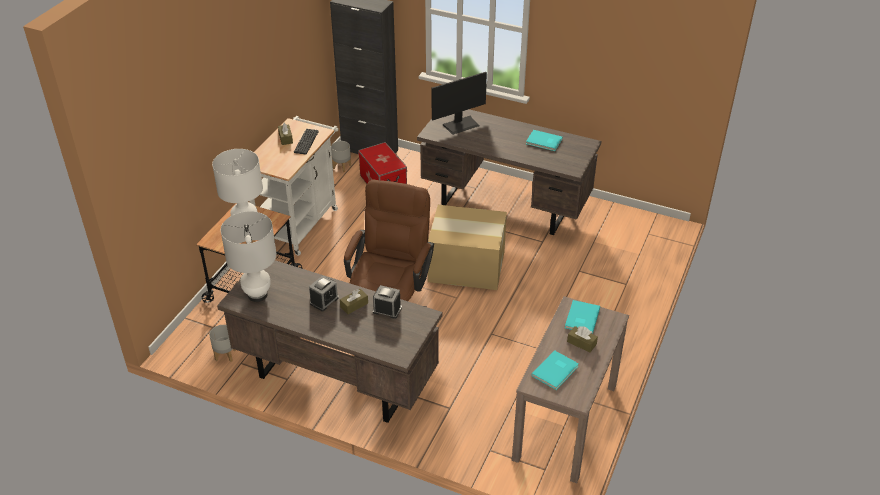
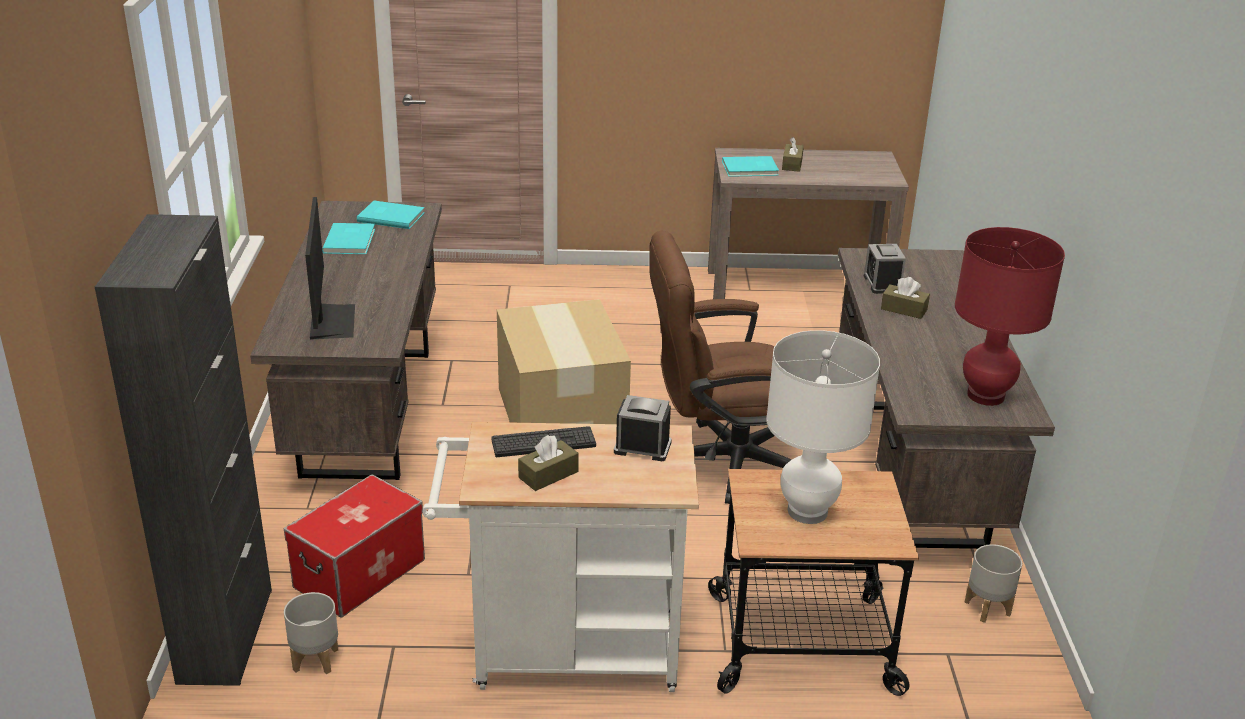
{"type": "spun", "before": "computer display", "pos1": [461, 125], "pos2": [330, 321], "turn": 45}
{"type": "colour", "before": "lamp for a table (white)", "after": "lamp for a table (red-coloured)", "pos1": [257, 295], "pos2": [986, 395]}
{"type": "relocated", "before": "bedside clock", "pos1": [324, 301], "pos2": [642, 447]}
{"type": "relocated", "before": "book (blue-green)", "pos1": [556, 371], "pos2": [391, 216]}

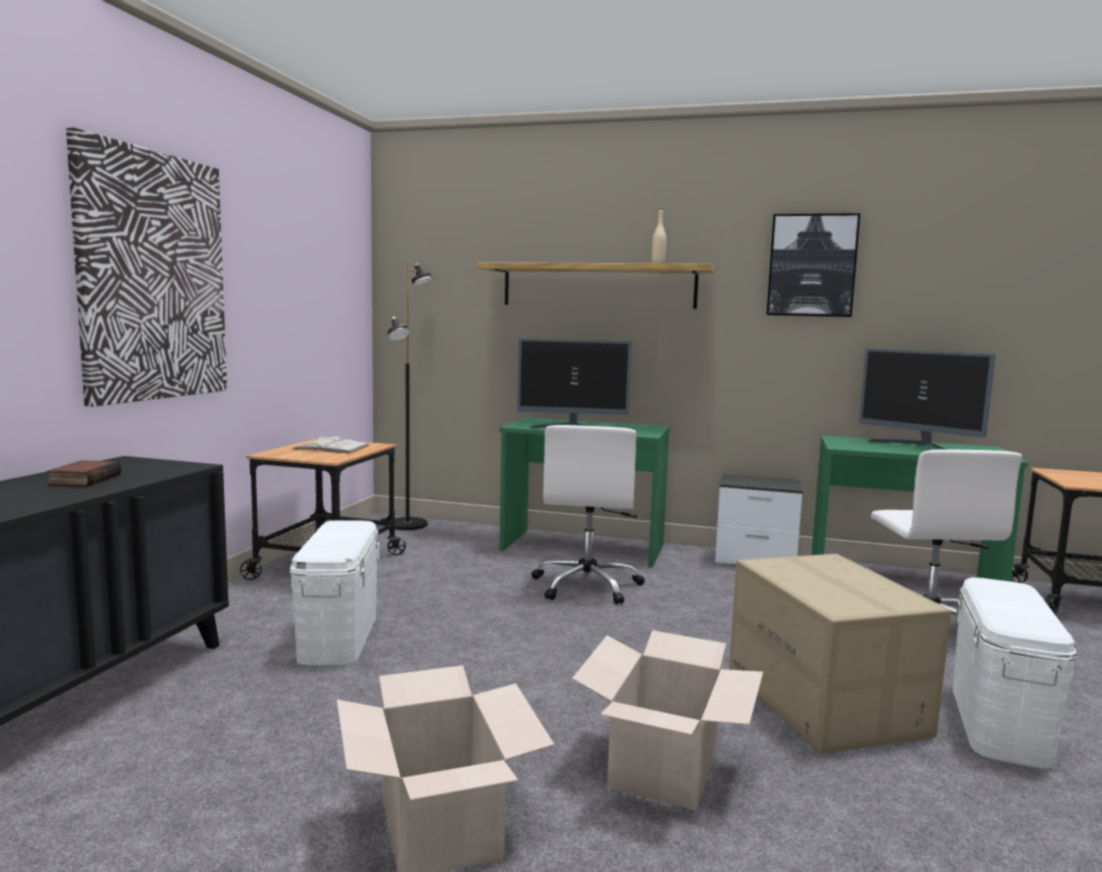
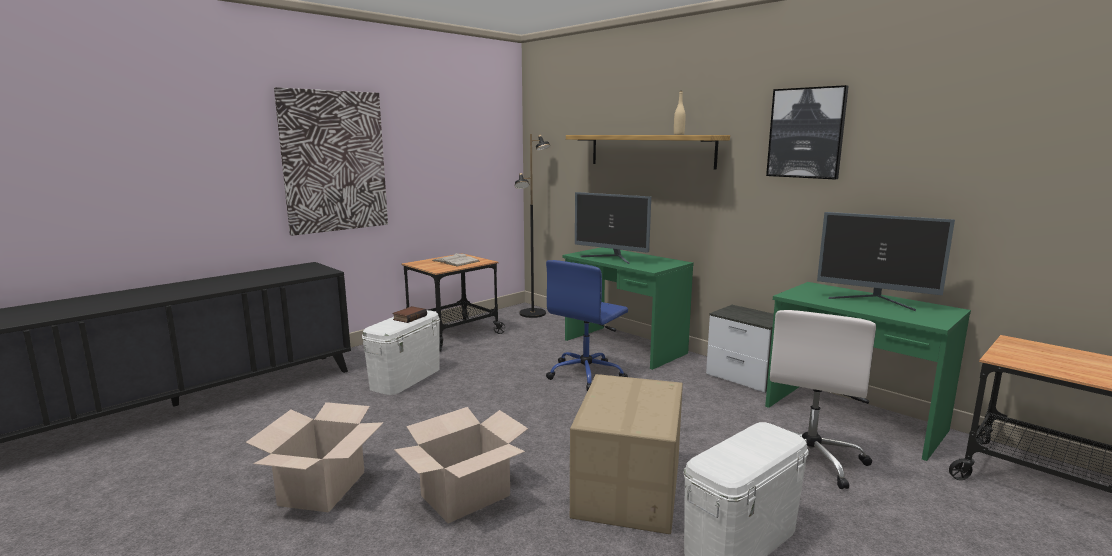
{"type": "spun", "before": "computer display", "pos1": [918, 446], "pos2": [875, 301], "turn": -45}
{"type": "colour", "before": "desk chair (white)", "after": "desk chair (blue-coloured)", "pos1": [587, 586], "pos2": [586, 374]}
{"type": "relocated", "before": "book", "pos1": [84, 479], "pos2": [409, 317]}

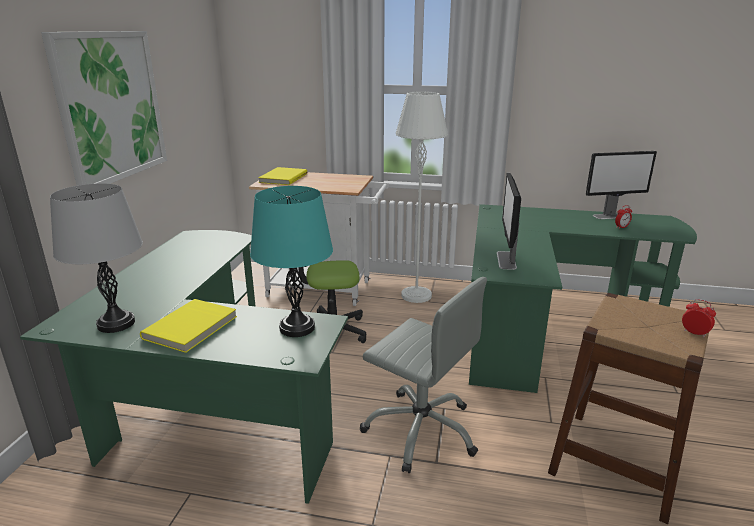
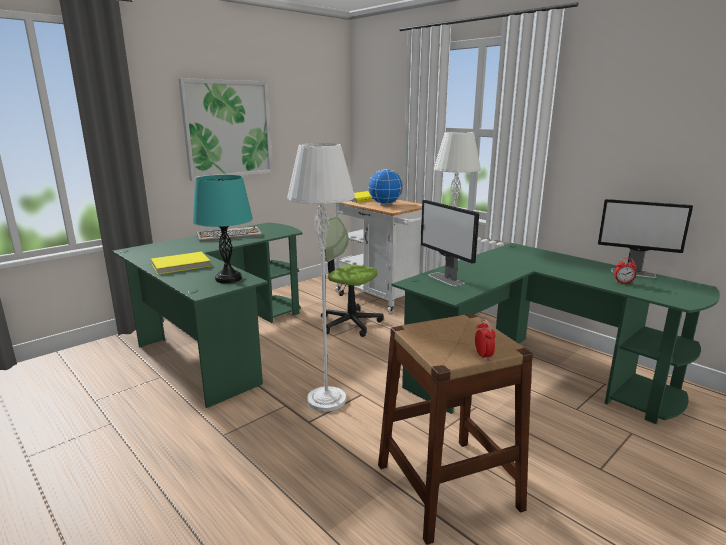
{"type": "spun", "before": "computer display", "pos1": [506, 260], "pos2": [446, 279], "turn": -75}
{"type": "missing", "before": "lamp for a table (greyish)", "pos1": [116, 323]}
{"type": "exchanged", "before": "desk chair (greyish)", "after": "floor lamp (white)", "pos1": [421, 430], "pos2": [326, 400]}
{"type": "appeared", "after": "globe", "pos2": [385, 204]}
{"type": "appeared", "after": "keyboard", "pos2": [230, 235]}

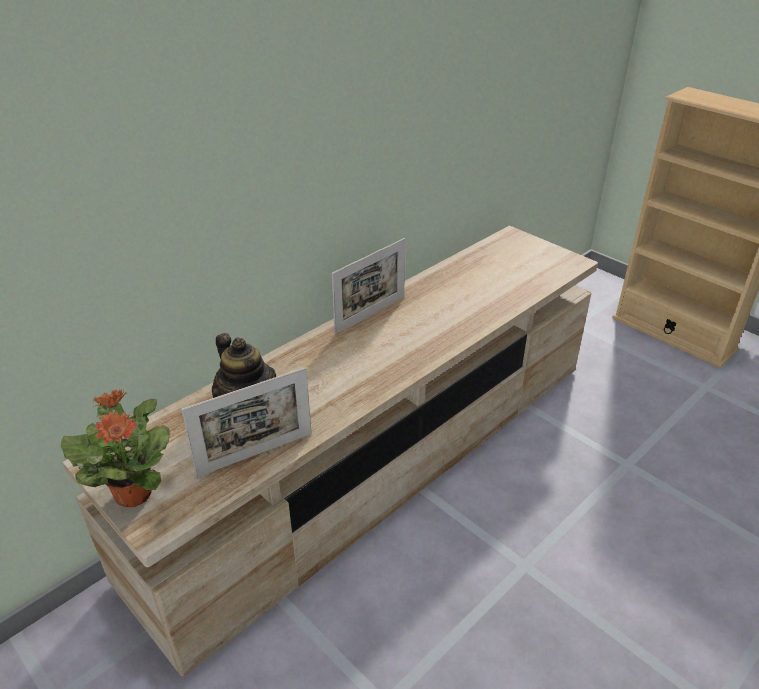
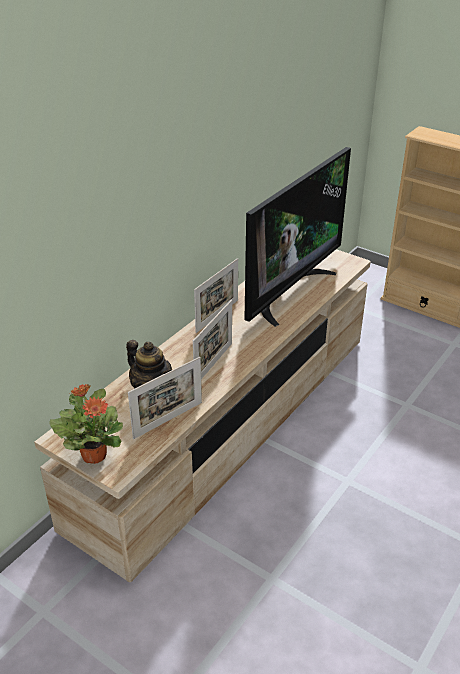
{"type": "appeared", "after": "TV set", "pos2": [288, 292]}
{"type": "appeared", "after": "photo frame", "pos2": [213, 364]}

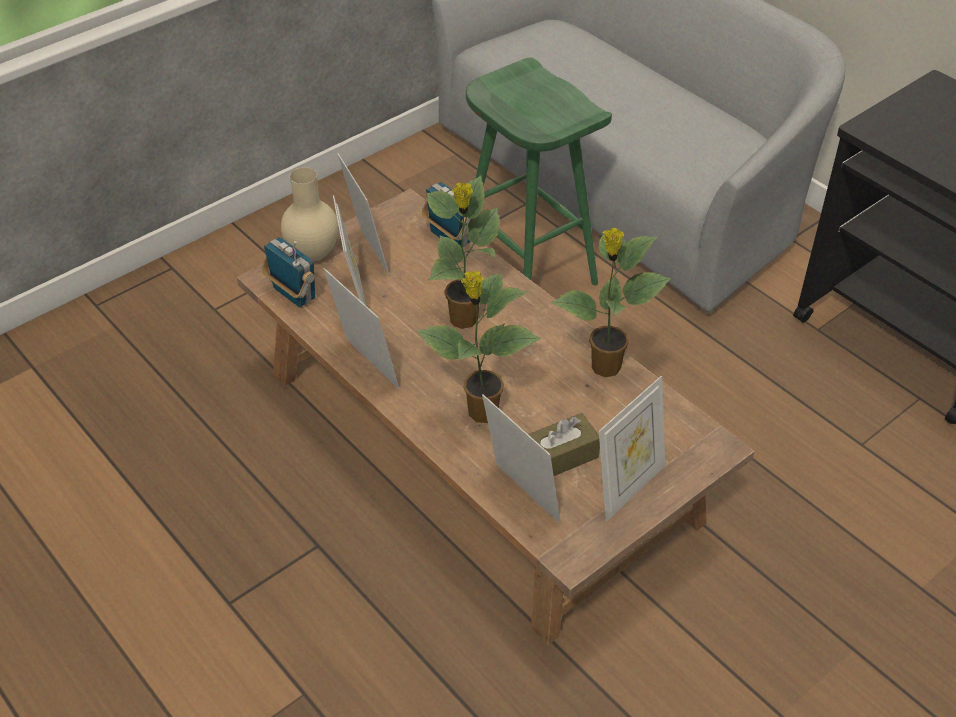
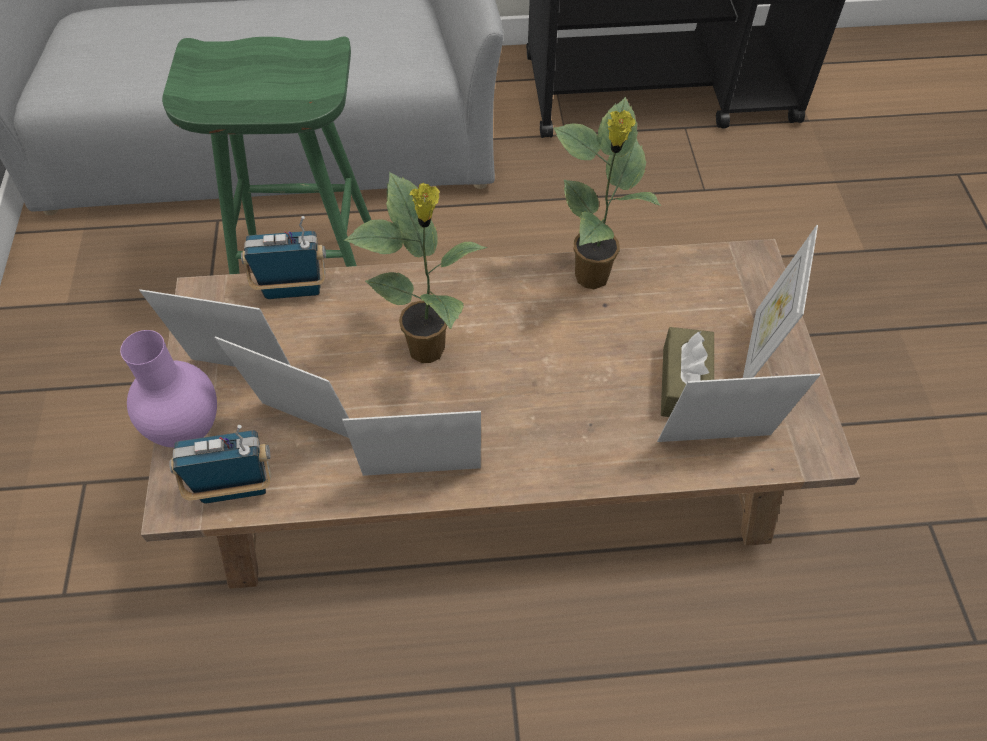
{"type": "colour", "before": "flower vase (beige)", "after": "flower vase (purplish)", "pos1": [312, 255], "pos2": [188, 431]}
{"type": "missing", "before": "potted plant", "pos1": [481, 413]}
{"type": "spun", "before": "photo frame", "pos1": [628, 487], "pos2": [759, 353], "turn": -150}

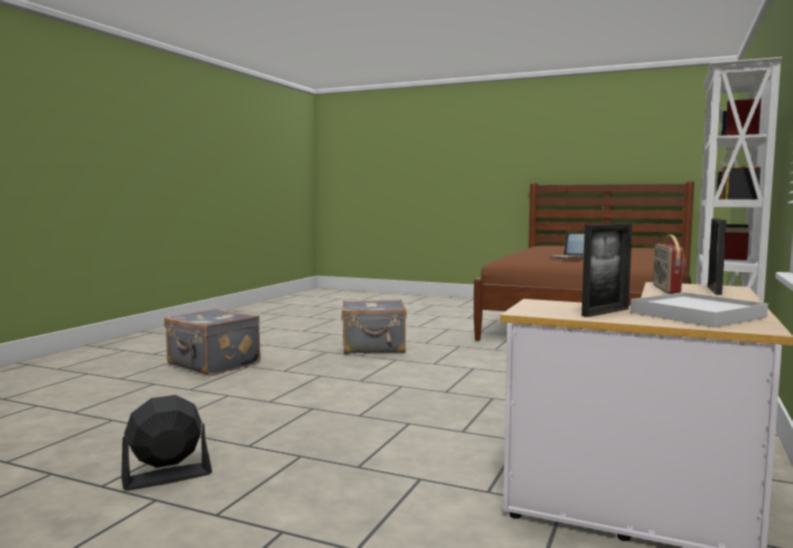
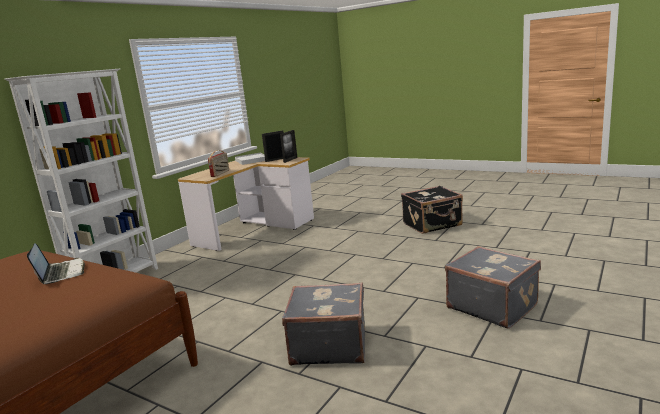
{"type": "relocated", "before": "photo frame", "pos1": [714, 290], "pos2": [290, 160]}
{"type": "exchanged", "before": "electric fan (black)", "after": "suitcase (black)", "pos1": [166, 477], "pos2": [433, 225]}

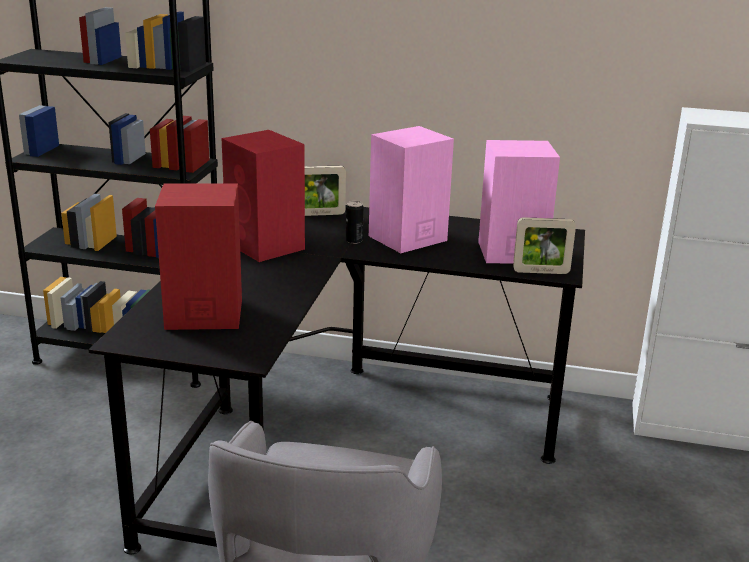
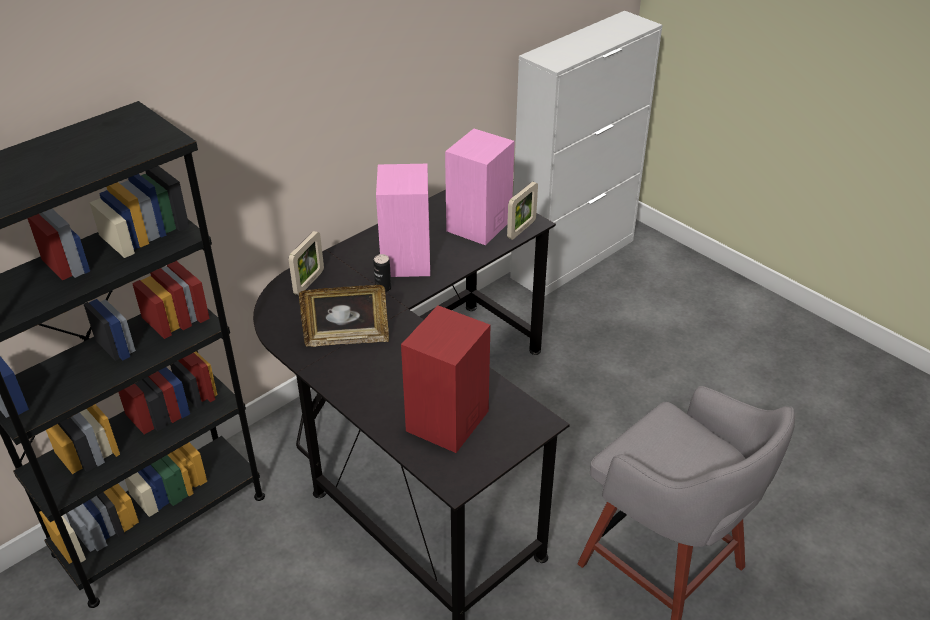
{"type": "exchanged", "before": "audio speaker (red-coloured)", "after": "photo frame", "pos1": [266, 246], "pos2": [347, 339]}

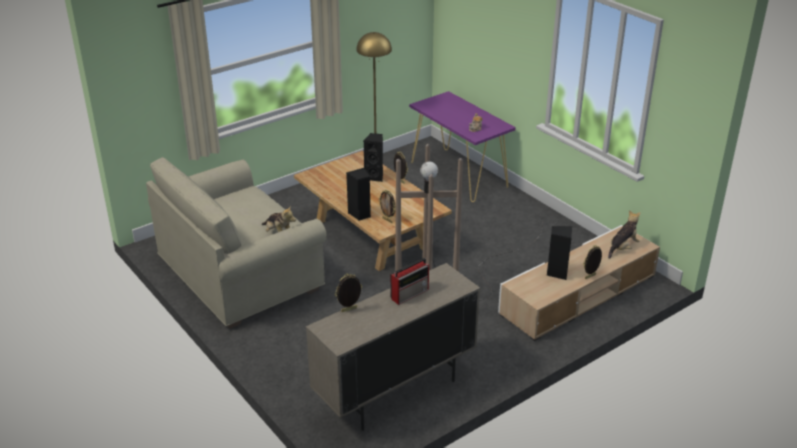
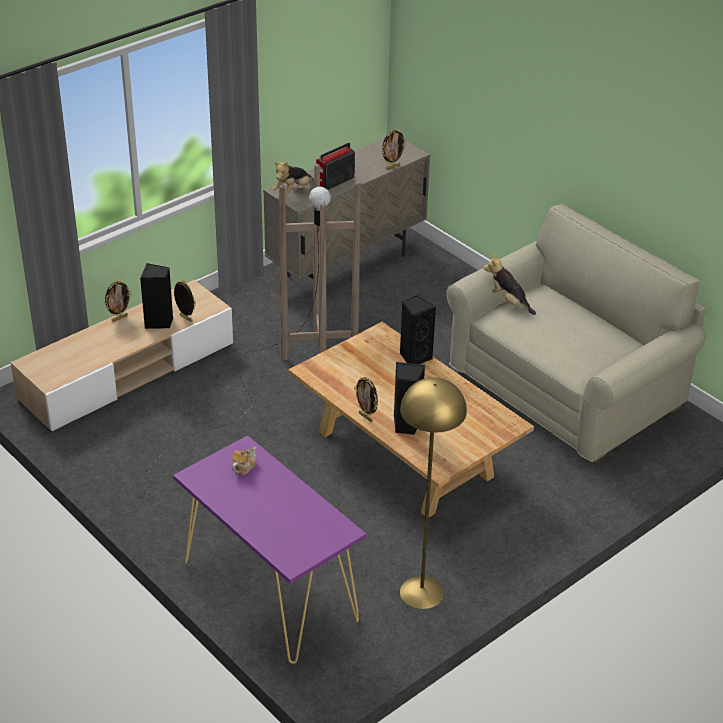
{"type": "relocated", "before": "photo frame", "pos1": [387, 220], "pos2": [185, 319]}
{"type": "relocated", "before": "cuddly toy", "pos1": [622, 248], "pos2": [292, 192]}

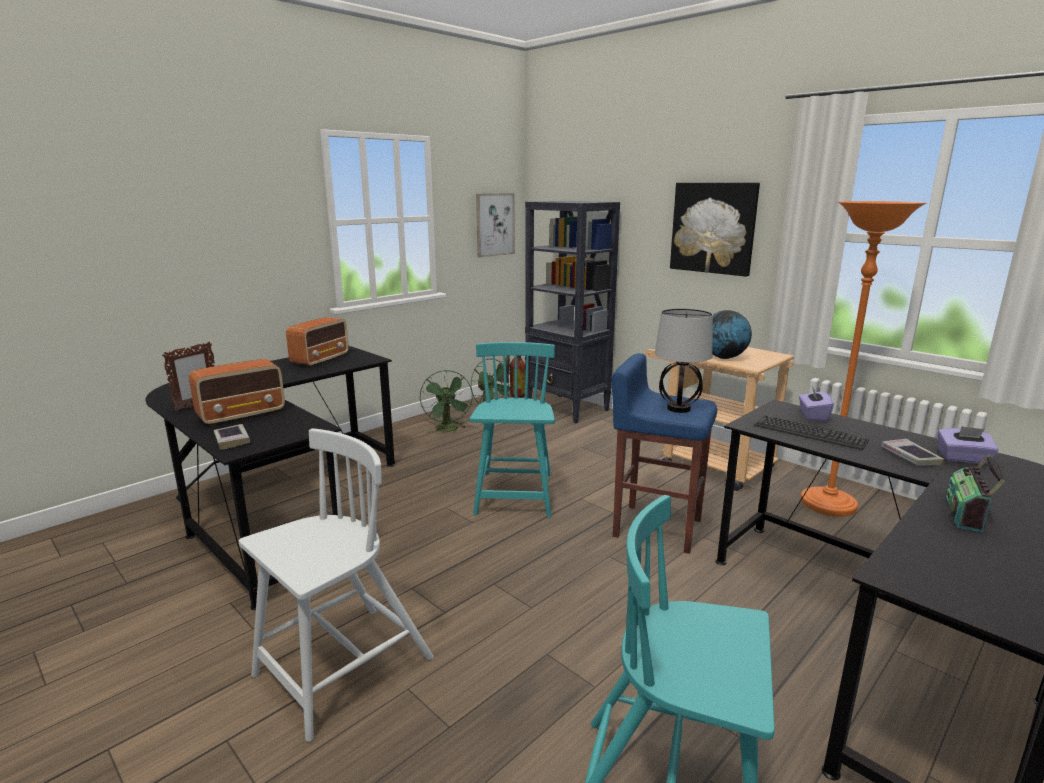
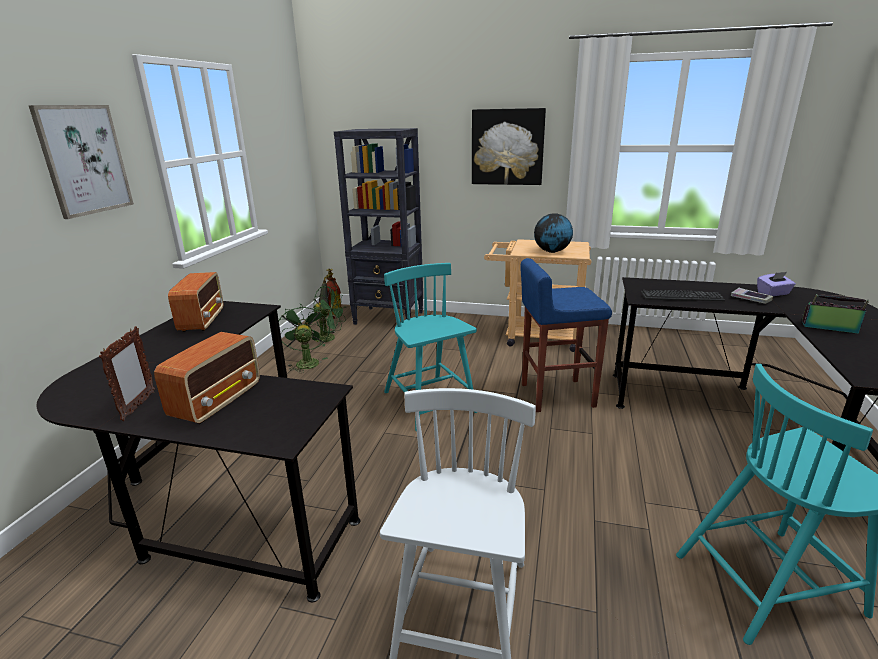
{"type": "relocated", "before": "wall art", "pos1": [494, 224], "pos2": [84, 160]}
{"type": "missing", "before": "floor lamp (orangey)", "pos1": [828, 505]}
{"type": "missing", "before": "lamp for a table", "pos1": [677, 408]}
{"type": "spun", "before": "electric fan (greenish)", "pos1": [448, 430], "pos2": [306, 362], "turn": -150}
{"type": "missing", "before": "tissue box (purplish)", "pos1": [813, 416]}
{"type": "missing", "before": "book", "pos1": [232, 440]}
{"type": "spun", "before": "radio set", "pos1": [966, 514], "pos2": [829, 328], "turn": 120}

